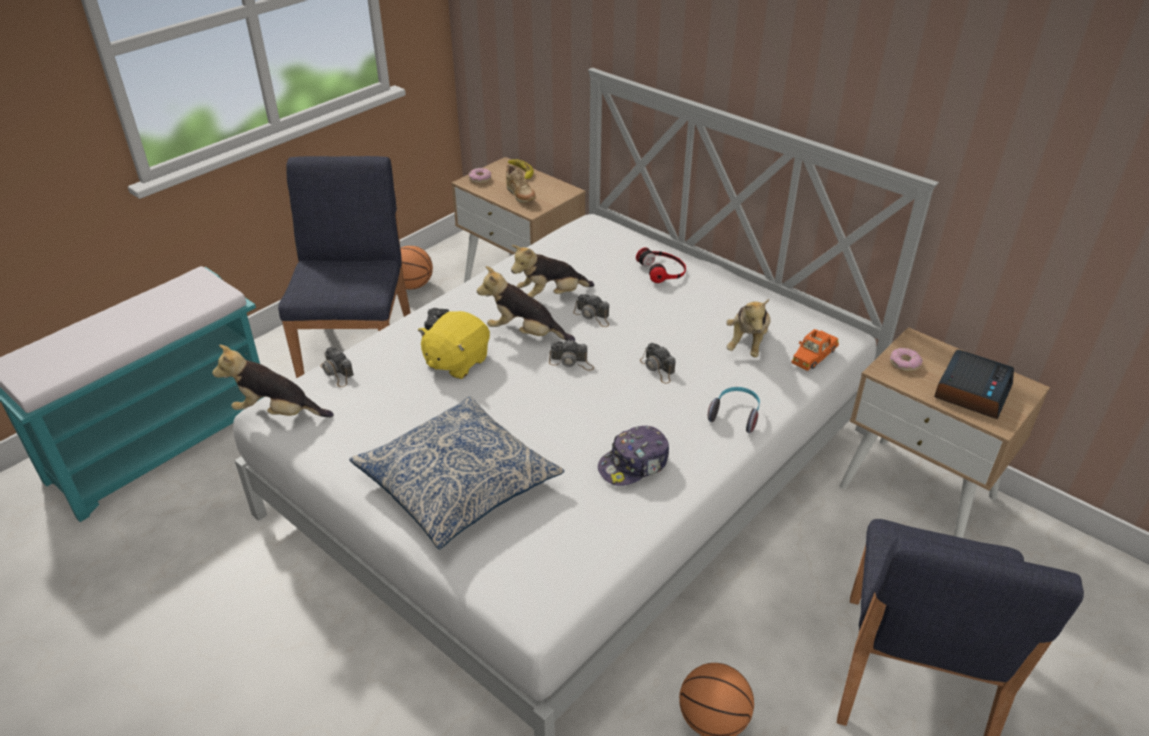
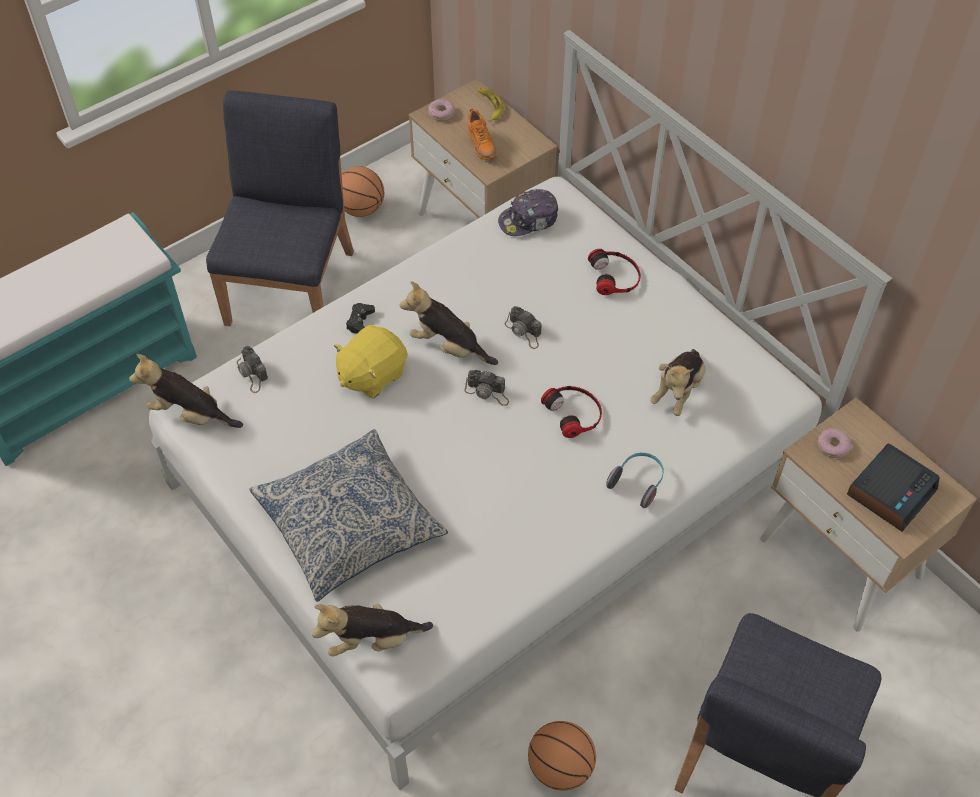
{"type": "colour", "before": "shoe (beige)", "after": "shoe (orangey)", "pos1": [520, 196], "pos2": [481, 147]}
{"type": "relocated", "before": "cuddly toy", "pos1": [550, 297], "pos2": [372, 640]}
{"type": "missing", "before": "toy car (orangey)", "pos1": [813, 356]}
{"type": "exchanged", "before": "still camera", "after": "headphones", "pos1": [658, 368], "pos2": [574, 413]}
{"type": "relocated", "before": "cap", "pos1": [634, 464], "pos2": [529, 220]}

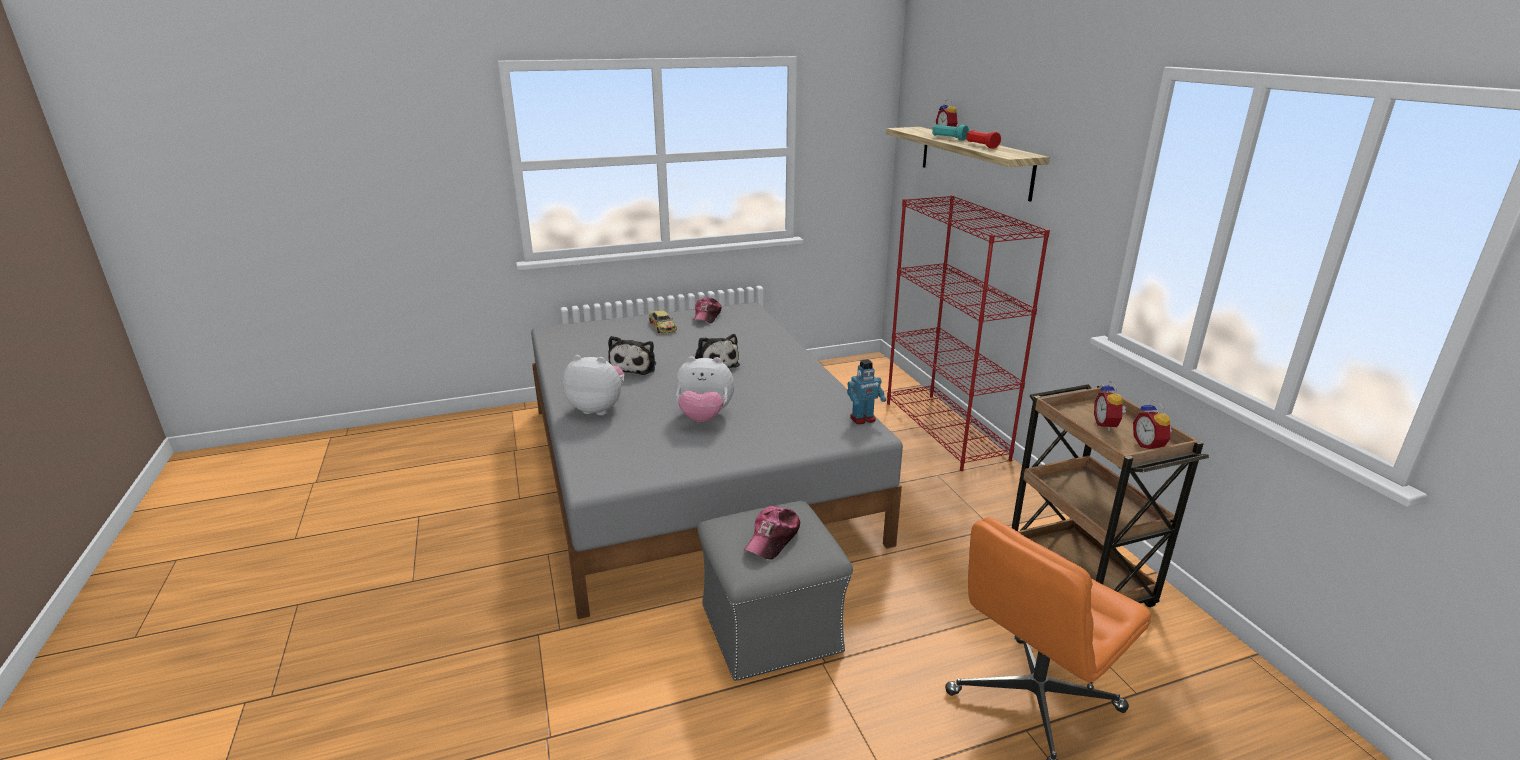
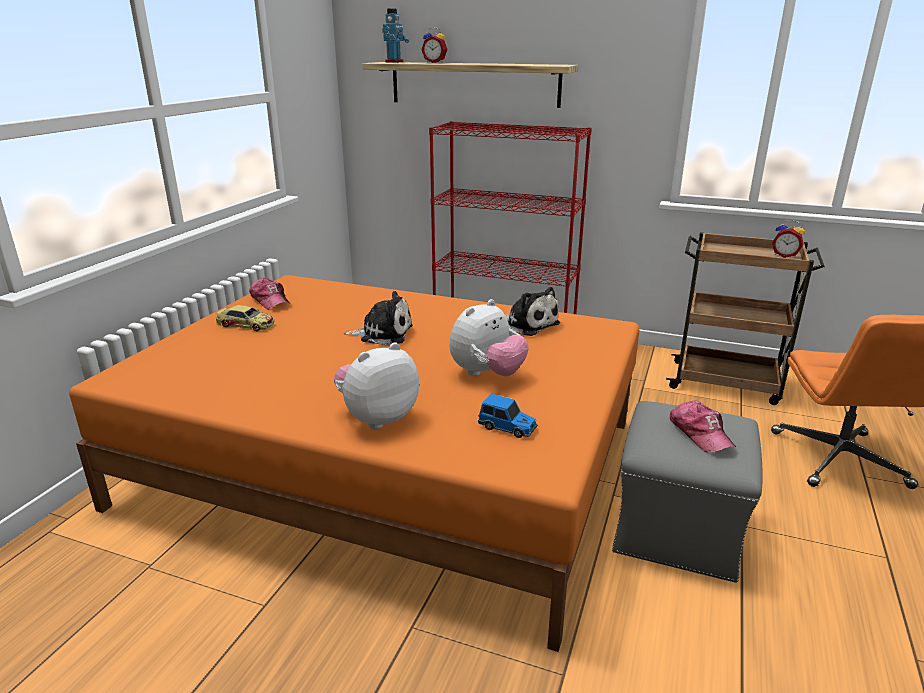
{"type": "missing", "before": "flashlight (blue-green)", "pos1": [948, 138]}
{"type": "missing", "before": "flashlight (red-coloured)", "pos1": [981, 146]}
{"type": "colour", "before": "sleeping bed (greyish)", "after": "sleeping bed (orangey)", "pos1": [692, 469], "pos2": [387, 462]}
{"type": "relocated", "before": "cuddly toy", "pos1": [634, 367], "pos2": [528, 324]}
{"type": "relocated", "before": "model robot", "pos1": [863, 419], "pos2": [394, 62]}
{"type": "missing", "before": "bedside clock", "pos1": [1107, 425]}
{"type": "appeared", "after": "toy car", "pos2": [507, 427]}

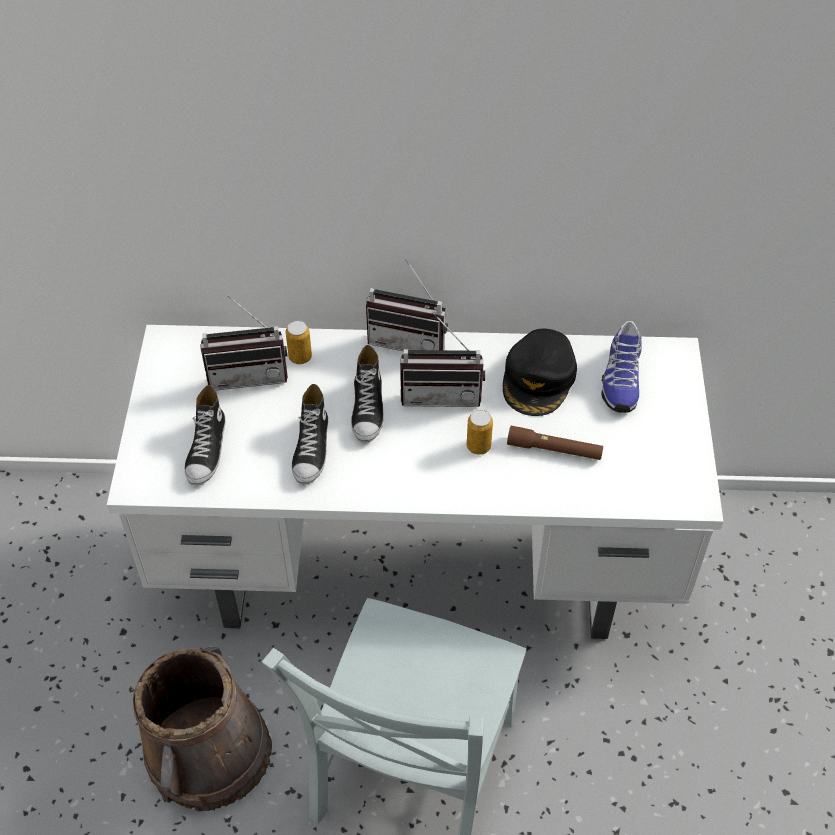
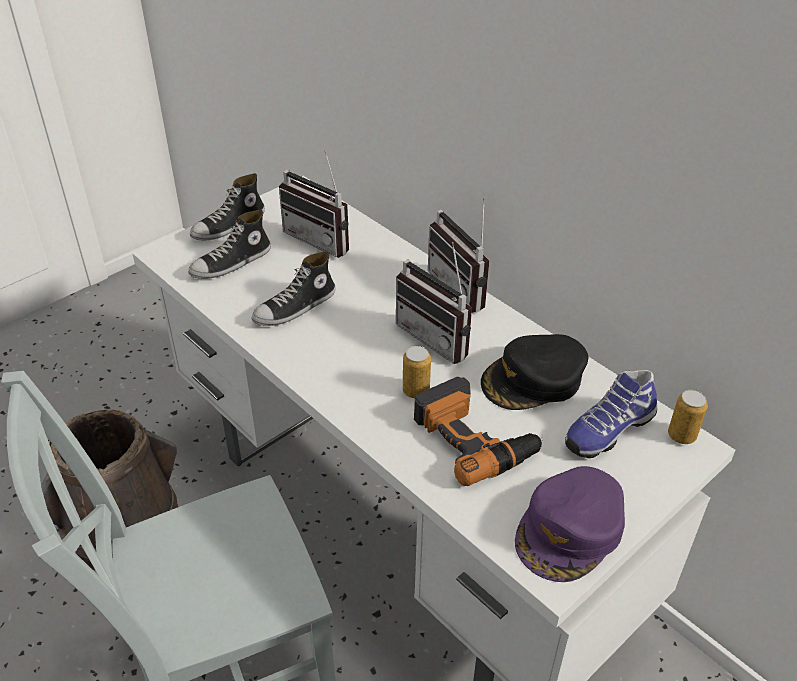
{"type": "relocated", "before": "metal can", "pos1": [300, 357], "pos2": [681, 435]}
{"type": "relocated", "before": "shoe", "pos1": [368, 409], "pos2": [229, 226]}
{"type": "exchanged", "before": "flashlight (brown)", "after": "power drill", "pos1": [554, 449], "pos2": [475, 438]}
{"type": "appeared", "after": "cap (purplish)", "pos2": [570, 531]}

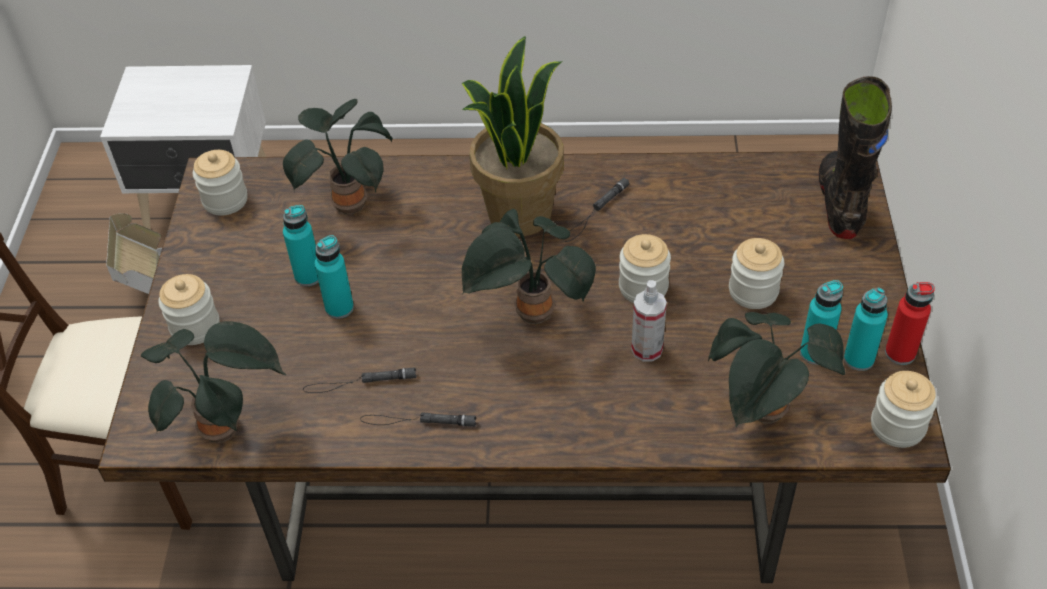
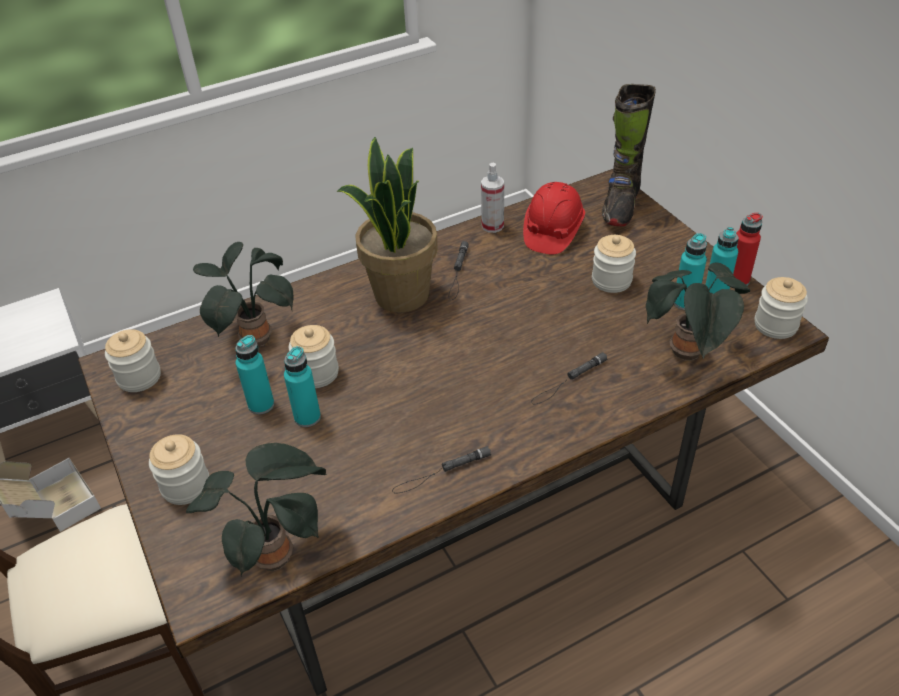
{"type": "spun", "before": "tall boot (black)", "pos1": [840, 203], "pos2": [620, 206], "turn": -135}
{"type": "missing", "before": "potted plant", "pos1": [530, 315]}
{"type": "relocated", "before": "preserve jar", "pos1": [643, 287], "pos2": [317, 373]}
{"type": "relocated", "before": "sprayer", "pos1": [647, 349], "pos2": [492, 226]}
{"type": "relocated", "before": "flashlight (black)", "pos1": [359, 383], "pos2": [568, 381]}
{"type": "appeared", "after": "hard hat (red-coloured)", "pos2": [552, 232]}

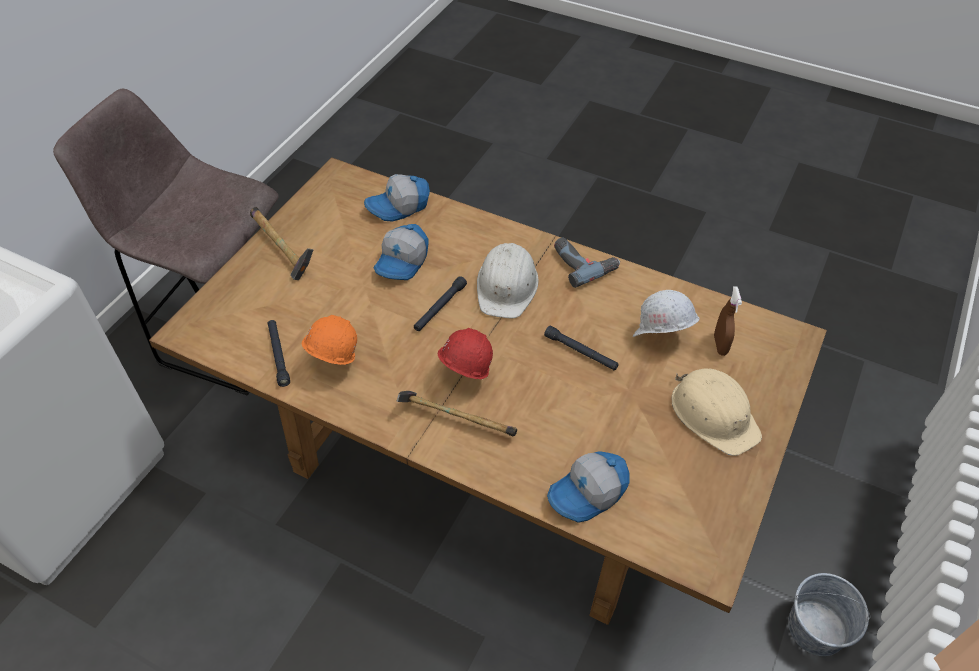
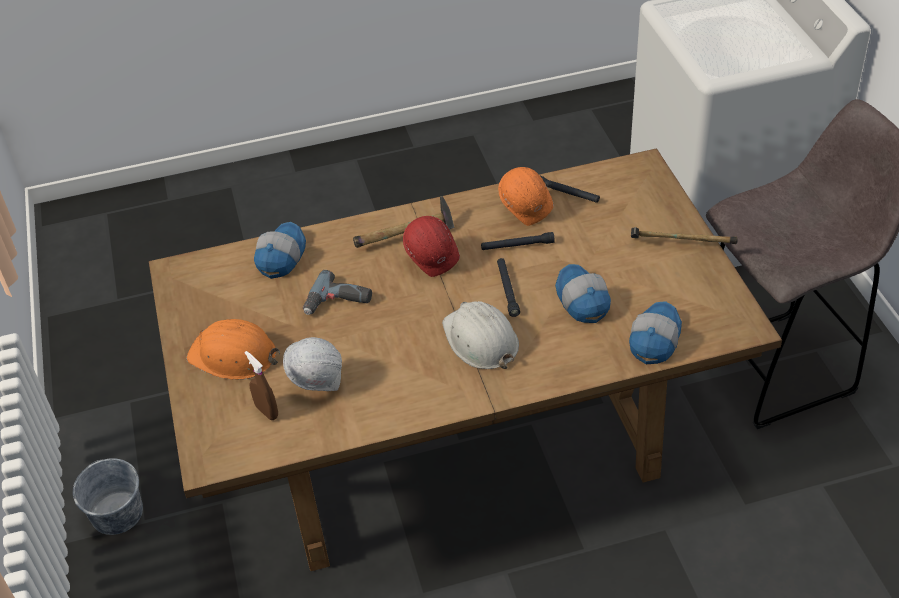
{"type": "relocated", "before": "power drill", "pos1": [583, 263], "pos2": [338, 303]}
{"type": "relocated", "before": "flashlight (black)", "pos1": [580, 352], "pos2": [517, 246]}
{"type": "colour", "before": "hard hat (beige)", "after": "hard hat (orangey)", "pos1": [714, 414], "pos2": [234, 356]}

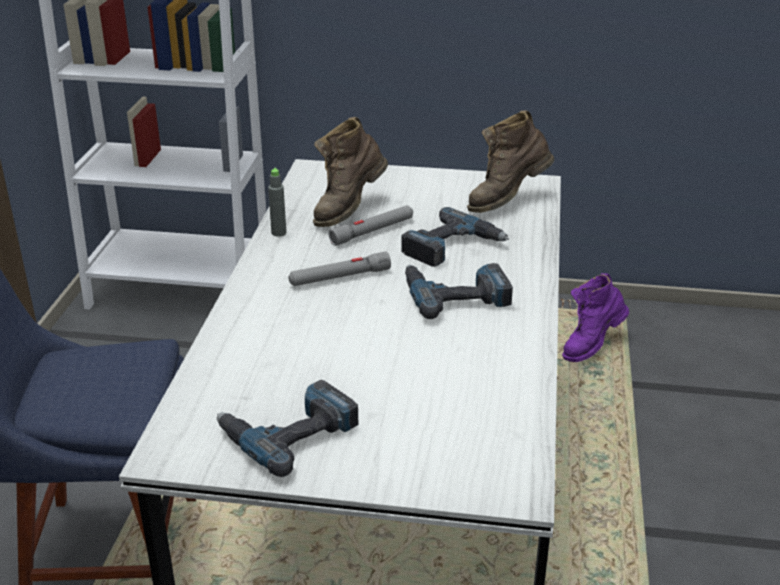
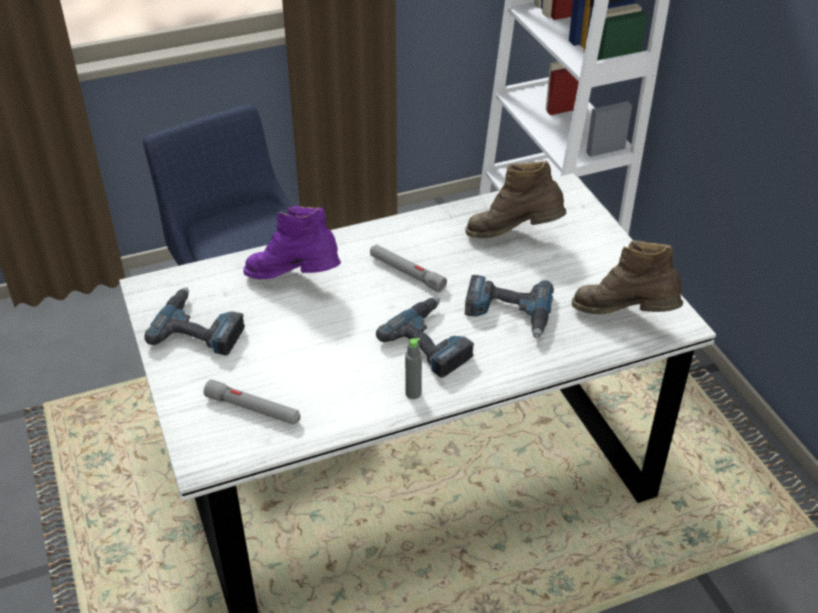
{"type": "relocated", "before": "beverage bottle (greyish)", "pos1": [278, 233], "pos2": [413, 393]}
{"type": "relocated", "before": "flashlight (greyish)", "pos1": [372, 231], "pos2": [253, 409]}
{"type": "relocated", "before": "tall boot (purplish)", "pos1": [591, 346], "pos2": [294, 280]}

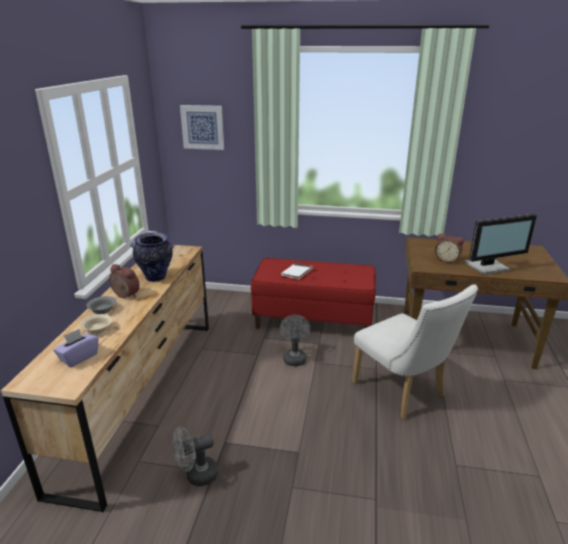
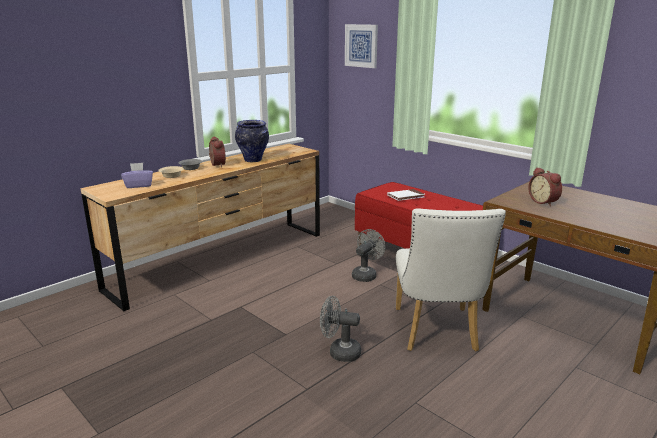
{"type": "missing", "before": "computer display", "pos1": [488, 267]}
{"type": "relocated", "before": "electric fan (greyish)", "pos1": [196, 475], "pos2": [339, 352]}

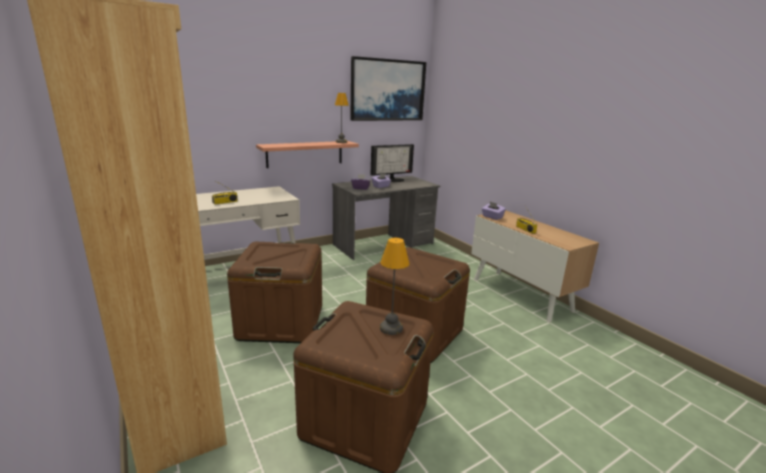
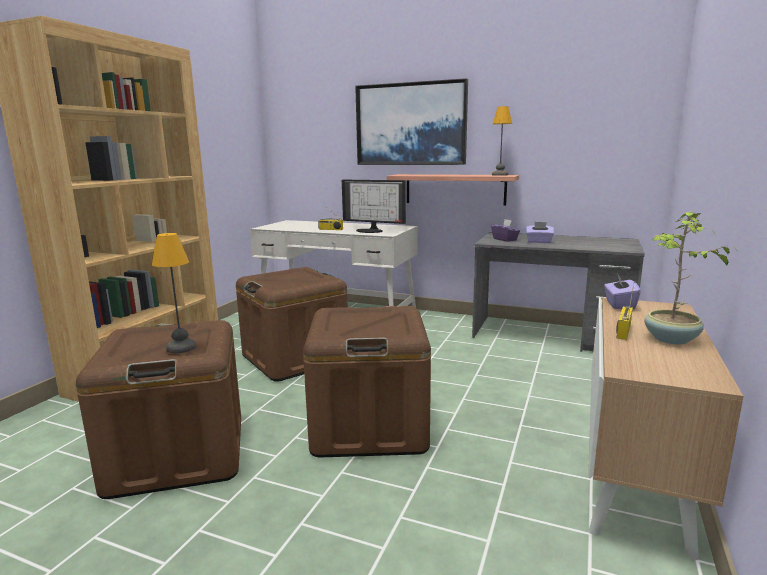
{"type": "relocated", "before": "wall art", "pos1": [387, 90], "pos2": [410, 124]}
{"type": "relocated", "before": "computer display", "pos1": [394, 180], "pos2": [371, 230]}
{"type": "appeared", "after": "potted plant", "pos2": [671, 339]}

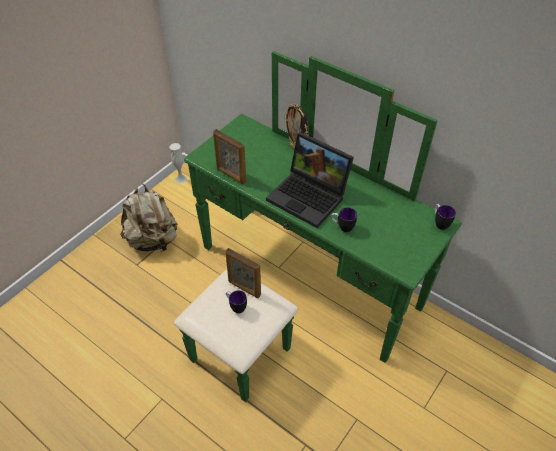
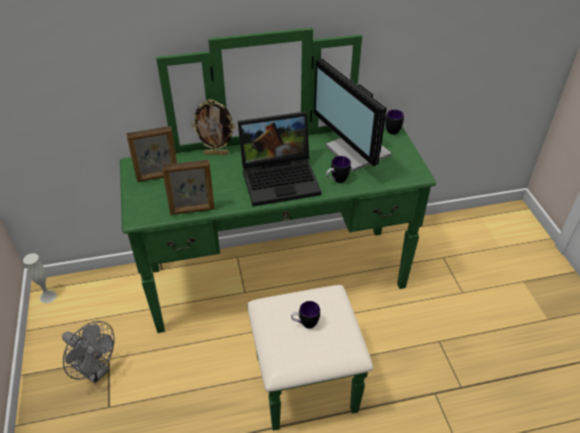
{"type": "exchanged", "before": "rucksack (beige)", "after": "electric fan (greyish)", "pos1": [153, 240], "pos2": [96, 371]}
{"type": "relocated", "before": "photo frame", "pos1": [244, 288], "pos2": [158, 177]}
{"type": "appeared", "after": "computer display", "pos2": [356, 152]}

